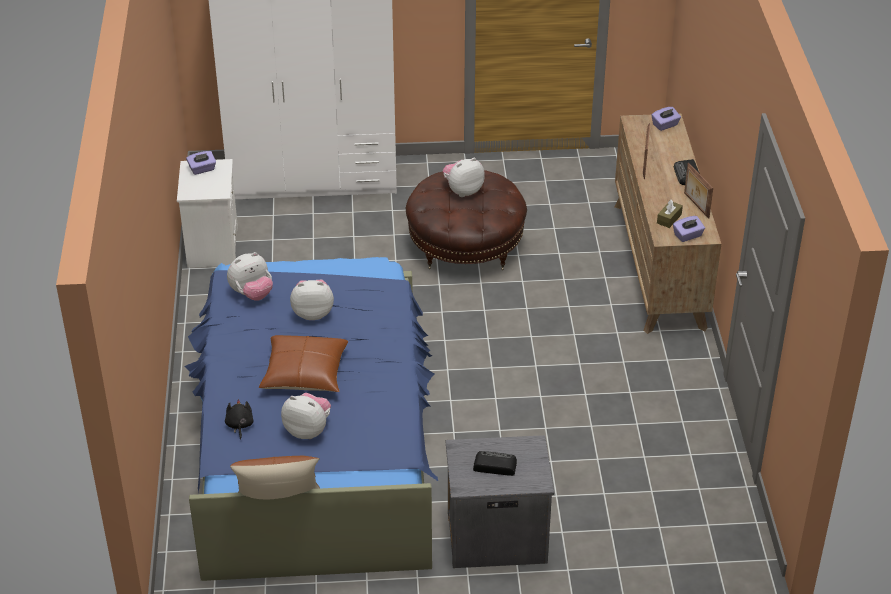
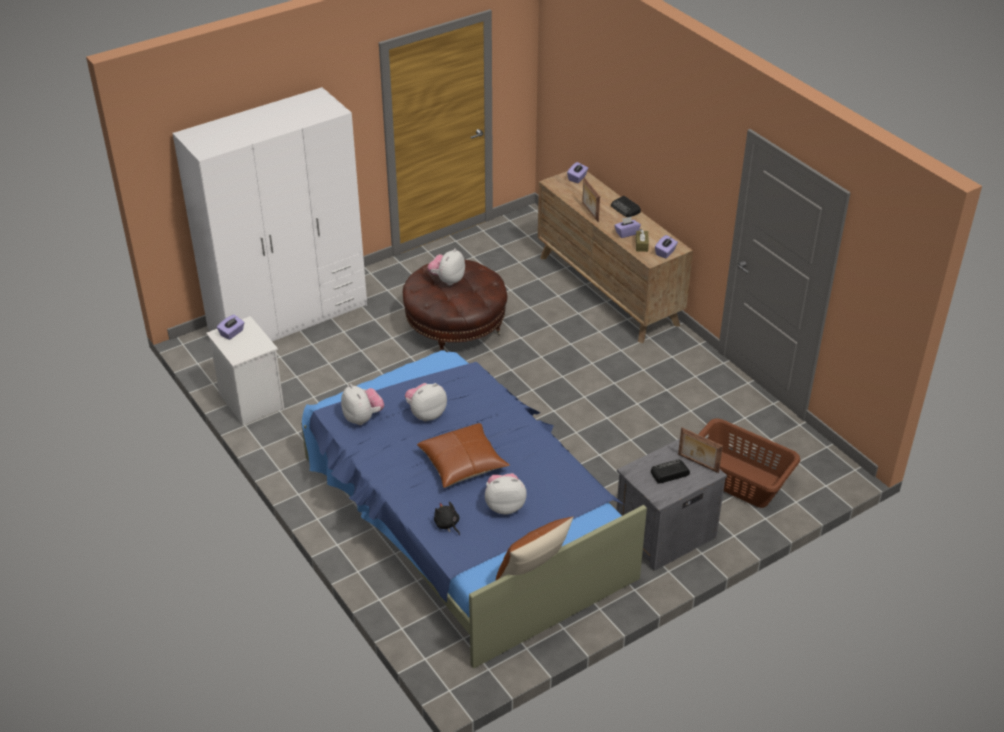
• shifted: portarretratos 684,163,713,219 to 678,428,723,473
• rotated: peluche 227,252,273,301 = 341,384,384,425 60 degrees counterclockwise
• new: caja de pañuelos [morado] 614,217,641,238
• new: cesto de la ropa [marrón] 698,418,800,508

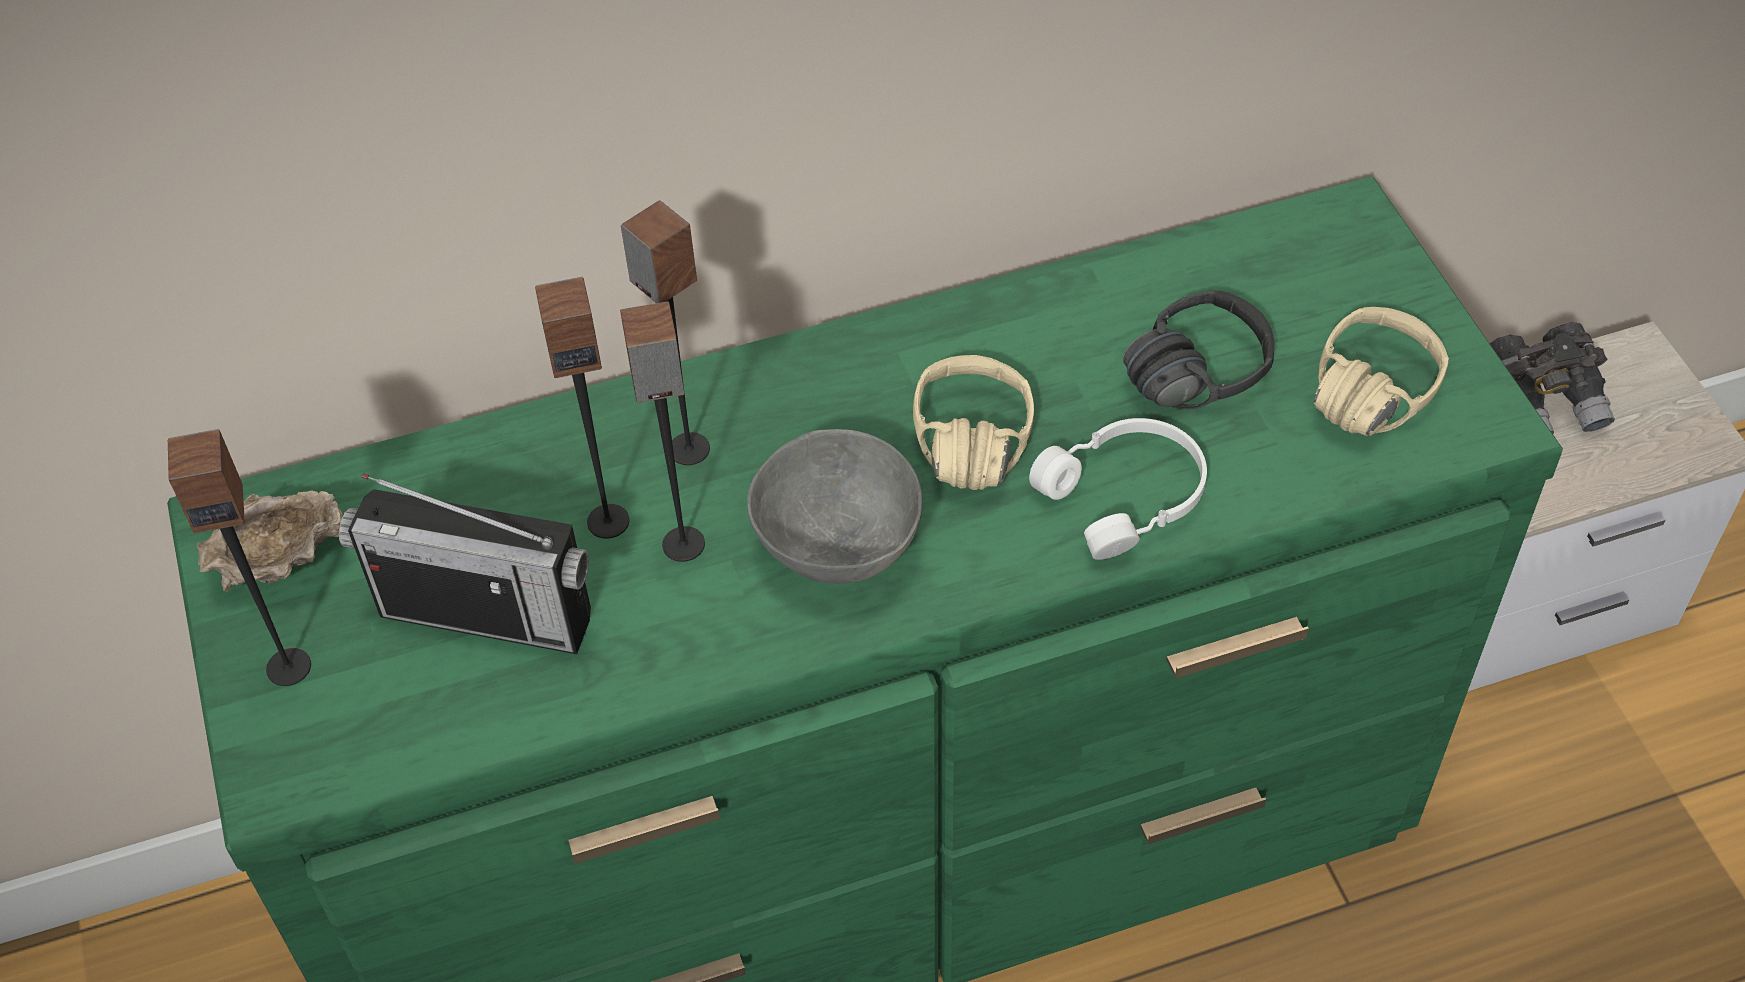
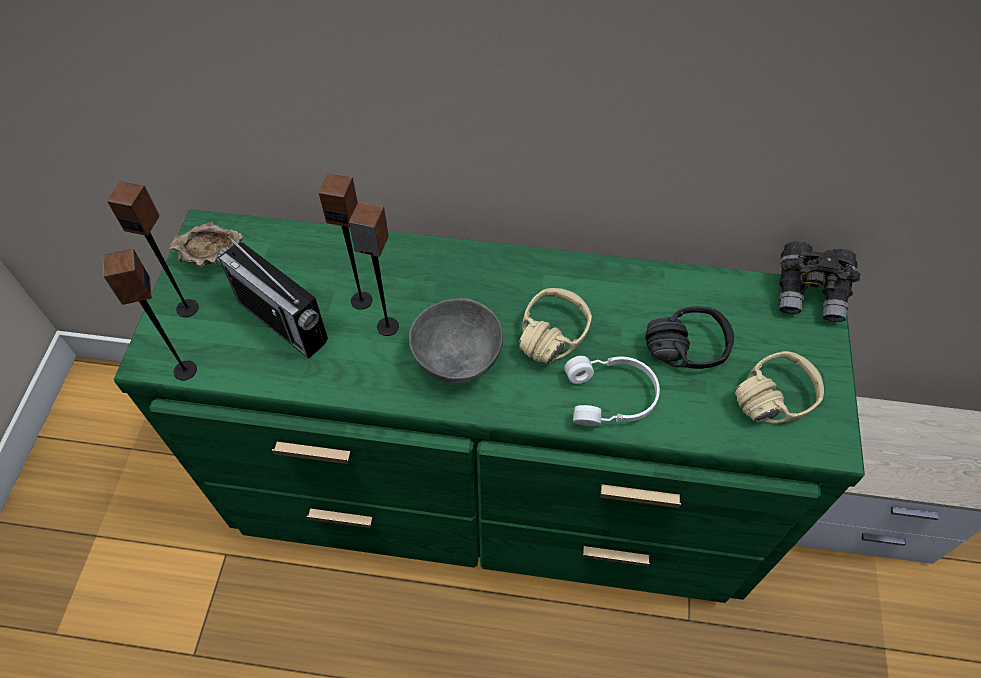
• shifted: altavoz 621,200,710,465 to 103,249,197,381
• shifted: prismáticos [gris] 1490,322,1615,434 to 779,241,860,322

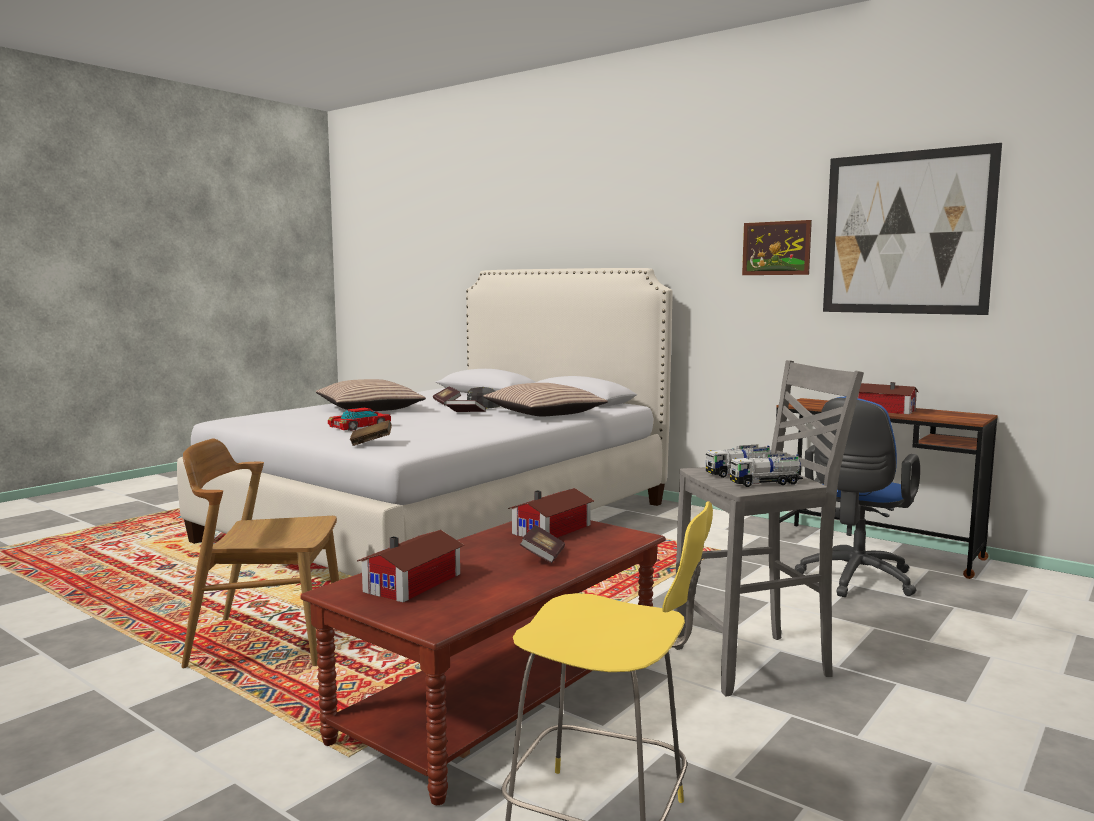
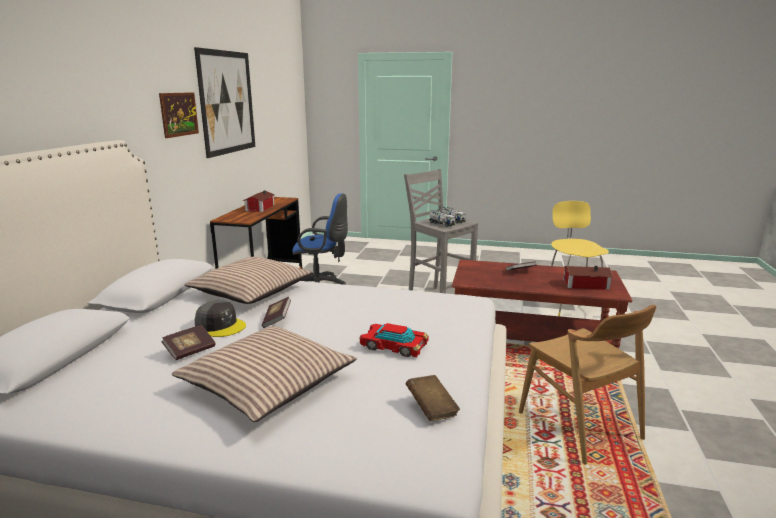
• shifted: libro [marrón] 350,420,392,446 to 406,375,460,421
• gone: casita 508,488,594,538

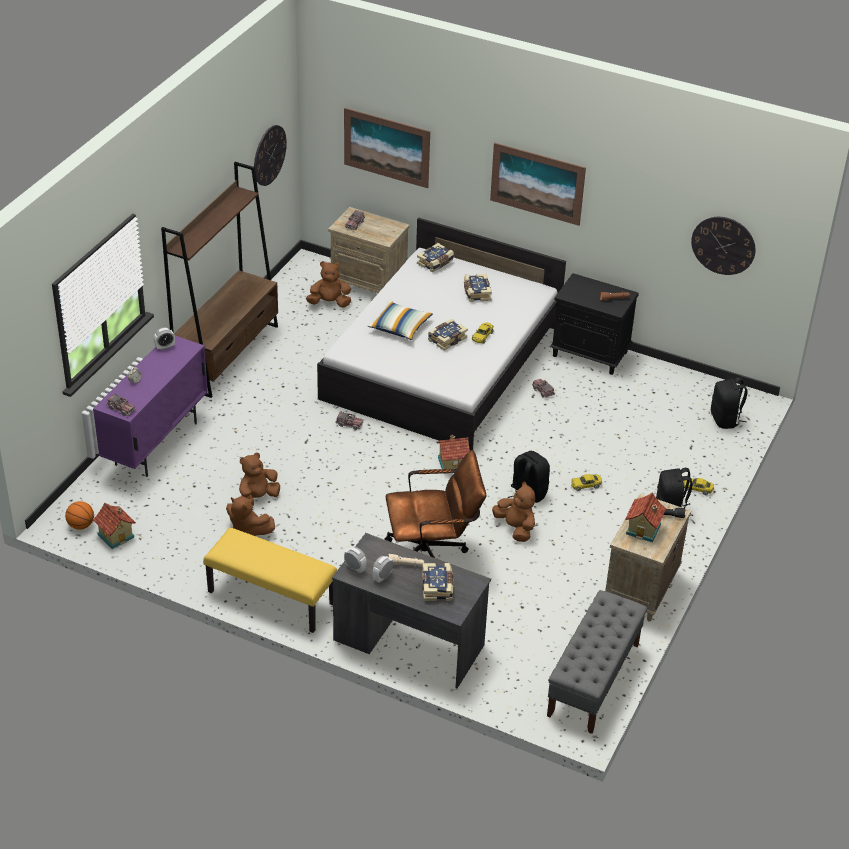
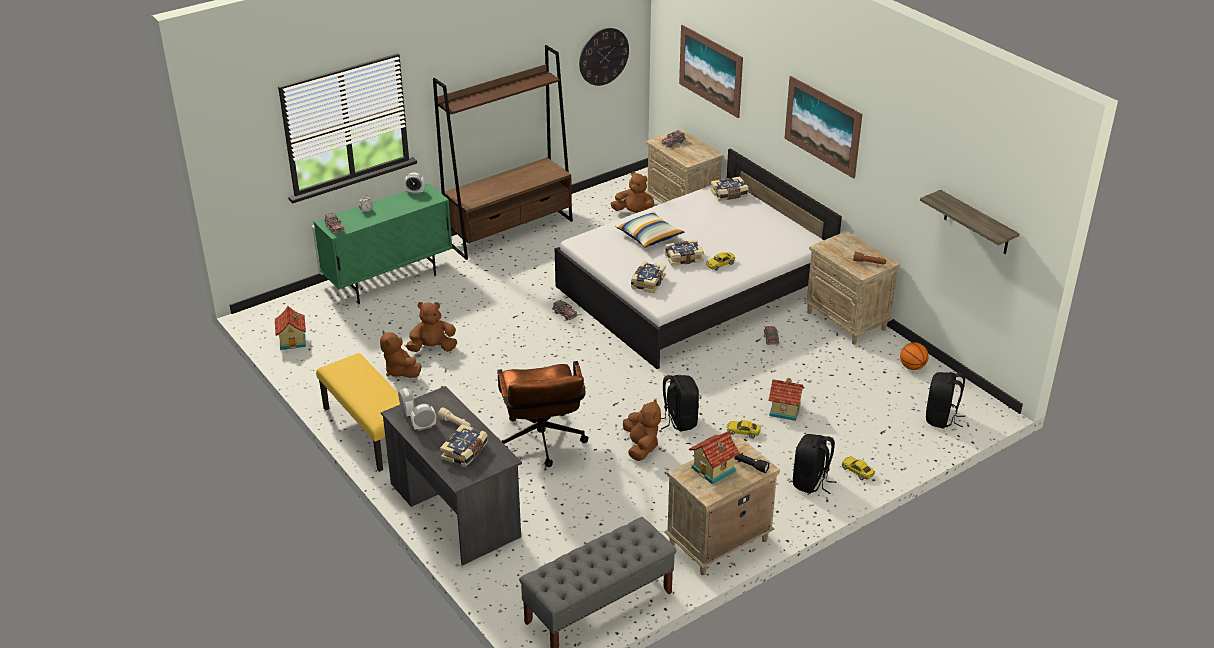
• swapped: reloj de pared 691,217,756,275 to estante 920,190,1020,254
• repainted: mesita de noche [negro] 550,273,639,375 to mesita de noche [beis] 804,231,900,345
• shifted: libro 464,274,492,302 to 631,261,666,293
• repainted: armario [morado] 93,336,208,477 to armario [verde] 313,183,452,304
• shifted: casita 436,435,470,474 to 768,378,805,421
• rotated: silla de oficina [marrón] 385,450,486,558 = 497,361,588,467 60 degrees clockwise
• shifted: balón de baloncesto 65,501,94,530 to 900,342,929,370

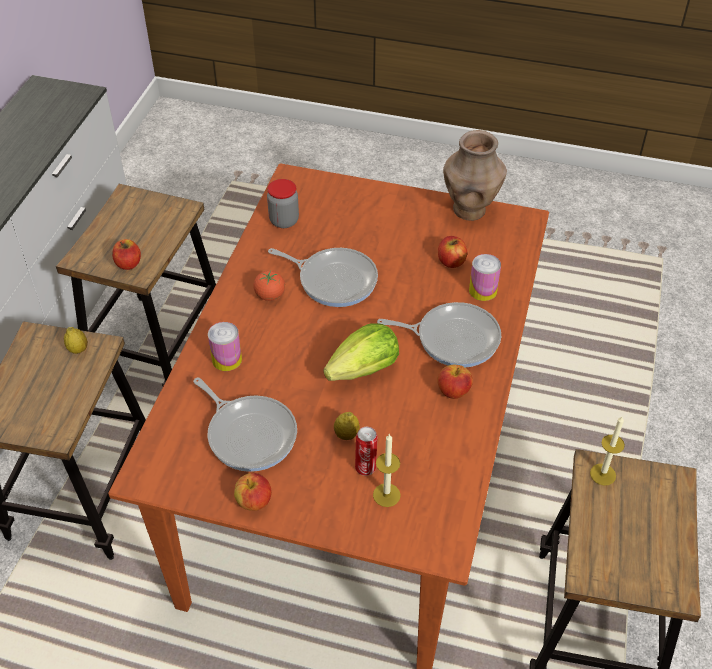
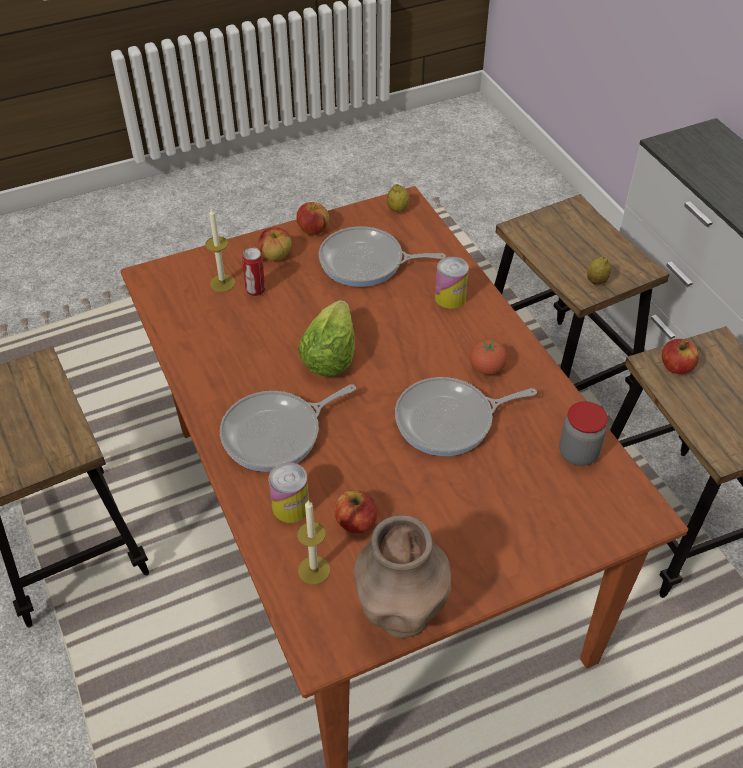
• shifted: manzana 437,365,473,399 to 258,227,292,261
• shifted: limón 334,412,360,440 to 387,184,409,212
• shifted: vela 590,417,625,486 to 297,499,330,585

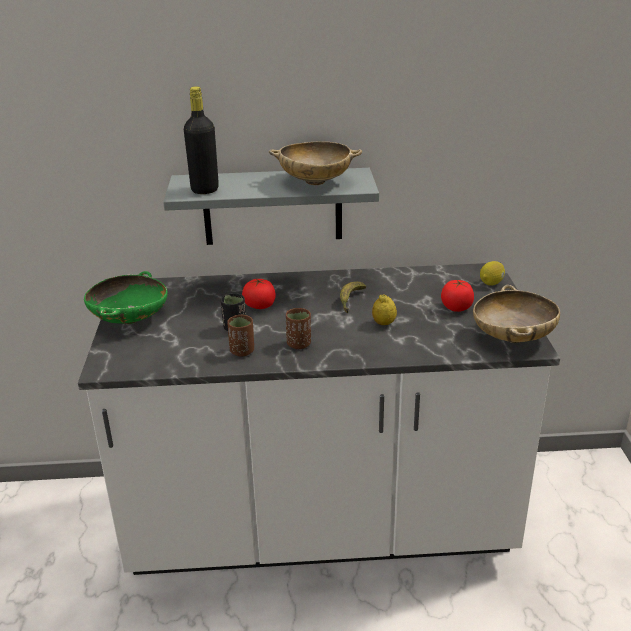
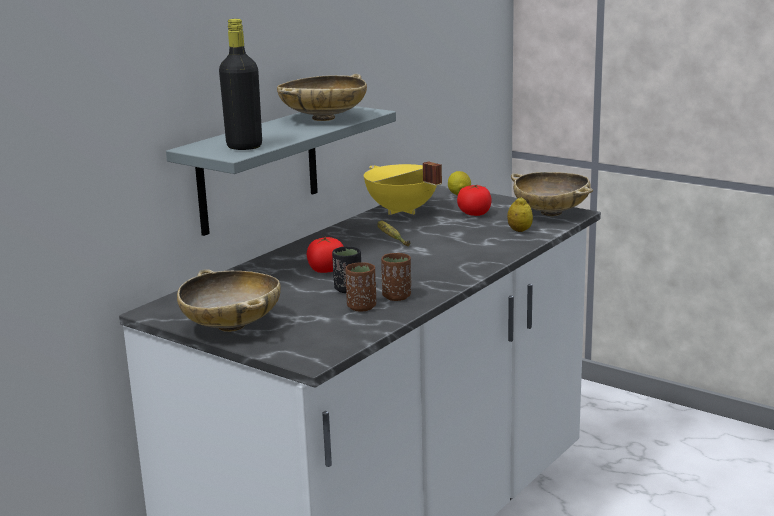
• repainted: cuenco [verde] 84,271,168,324 to cuenco [beis] 177,269,281,332
• shifted: limón 372,294,397,325 to 507,197,533,232
• shifted: taza [marrón] 286,308,311,349 to 345,262,376,311
• new: olla [amarillo] 364,161,442,215

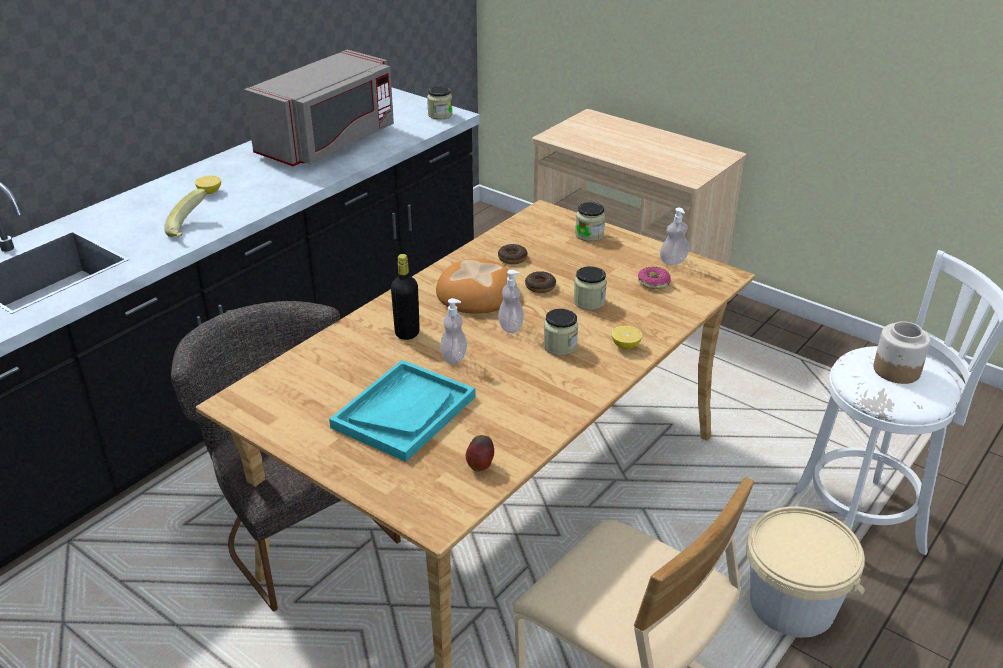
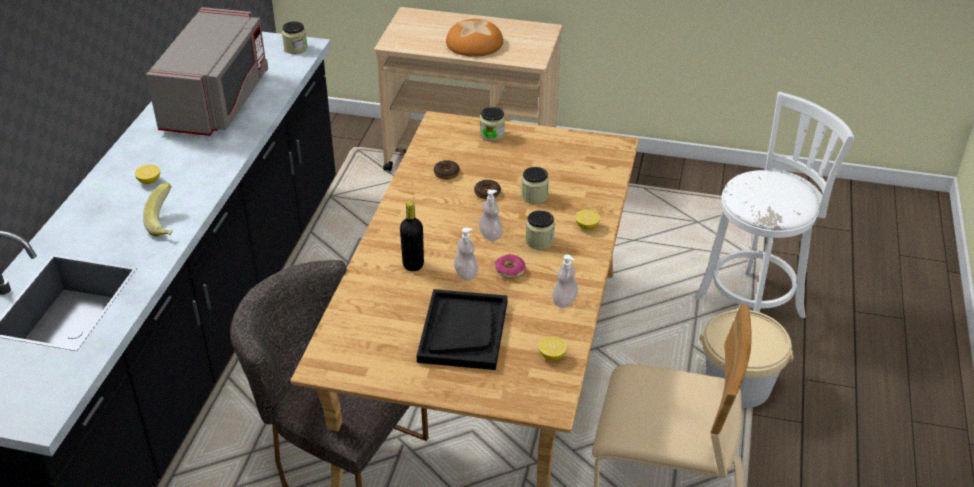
• shifted: dispensador de jabón 660,208,689,265 to 552,254,578,308
• shifted: pan 436,258,517,314 to 446,19,503,57
• shifted: rosquilla 638,267,671,289 to 495,255,526,278
• gone: tarro 873,321,930,384
• repainted: bandeja [turquesa] 329,360,475,462 to bandeja [negro] 417,289,508,370
• swapped: manzana 466,435,494,472 to limón 538,336,567,360

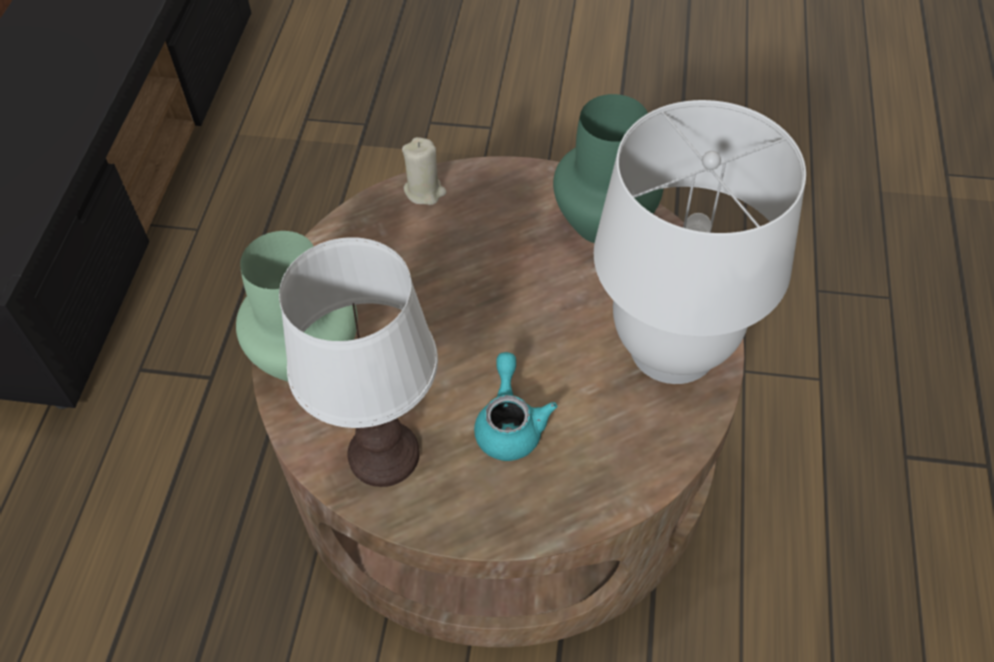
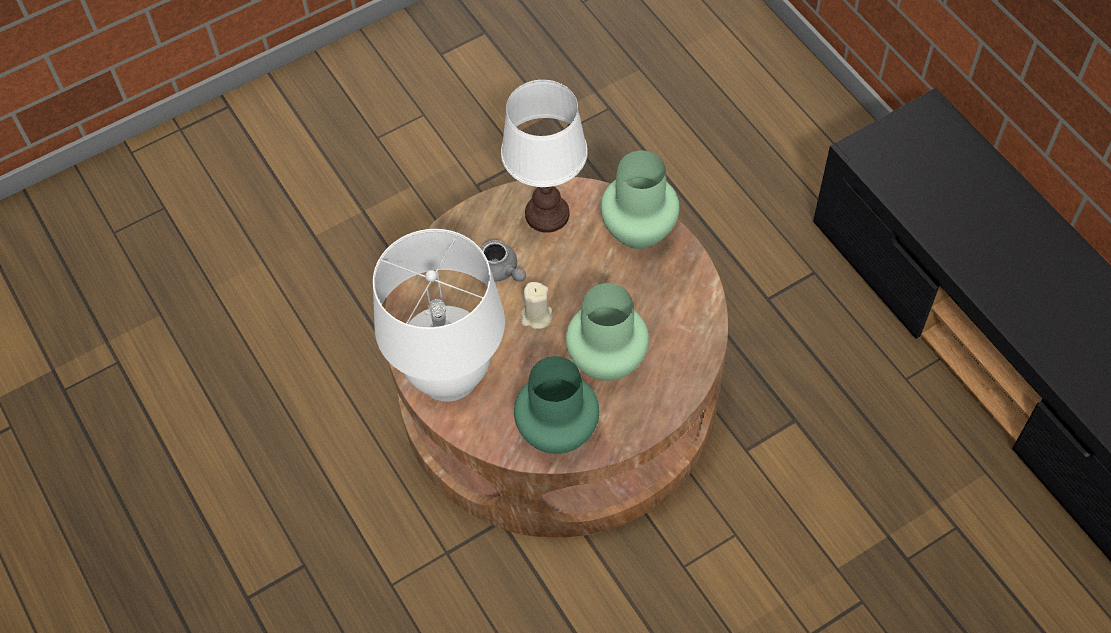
• shifted: vela [beis] 402,137,447,205 to 521,282,552,329
• repainted: tetera [turquesa] 474,352,557,461 to tetera [gris] 480,240,526,282
• new: florero [verde] 566,283,649,381

